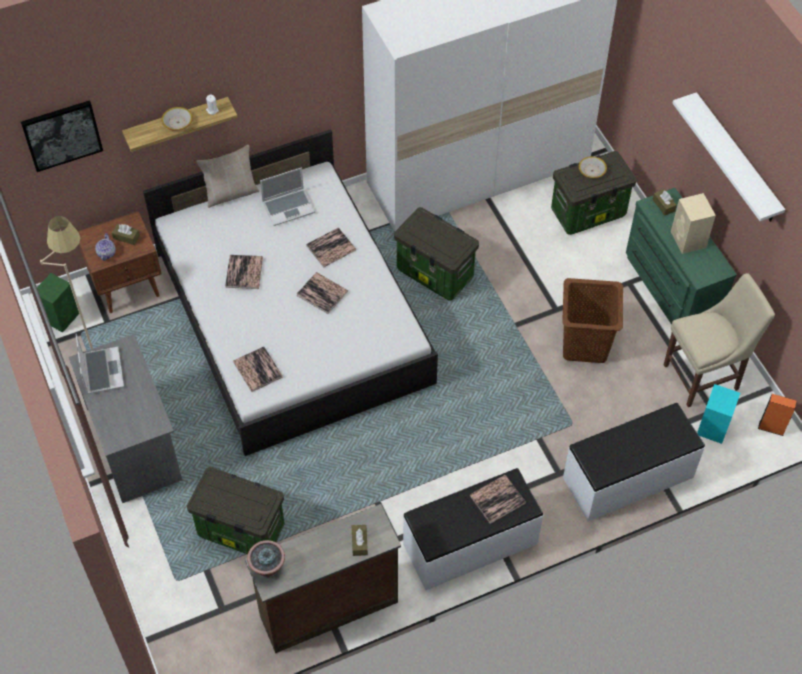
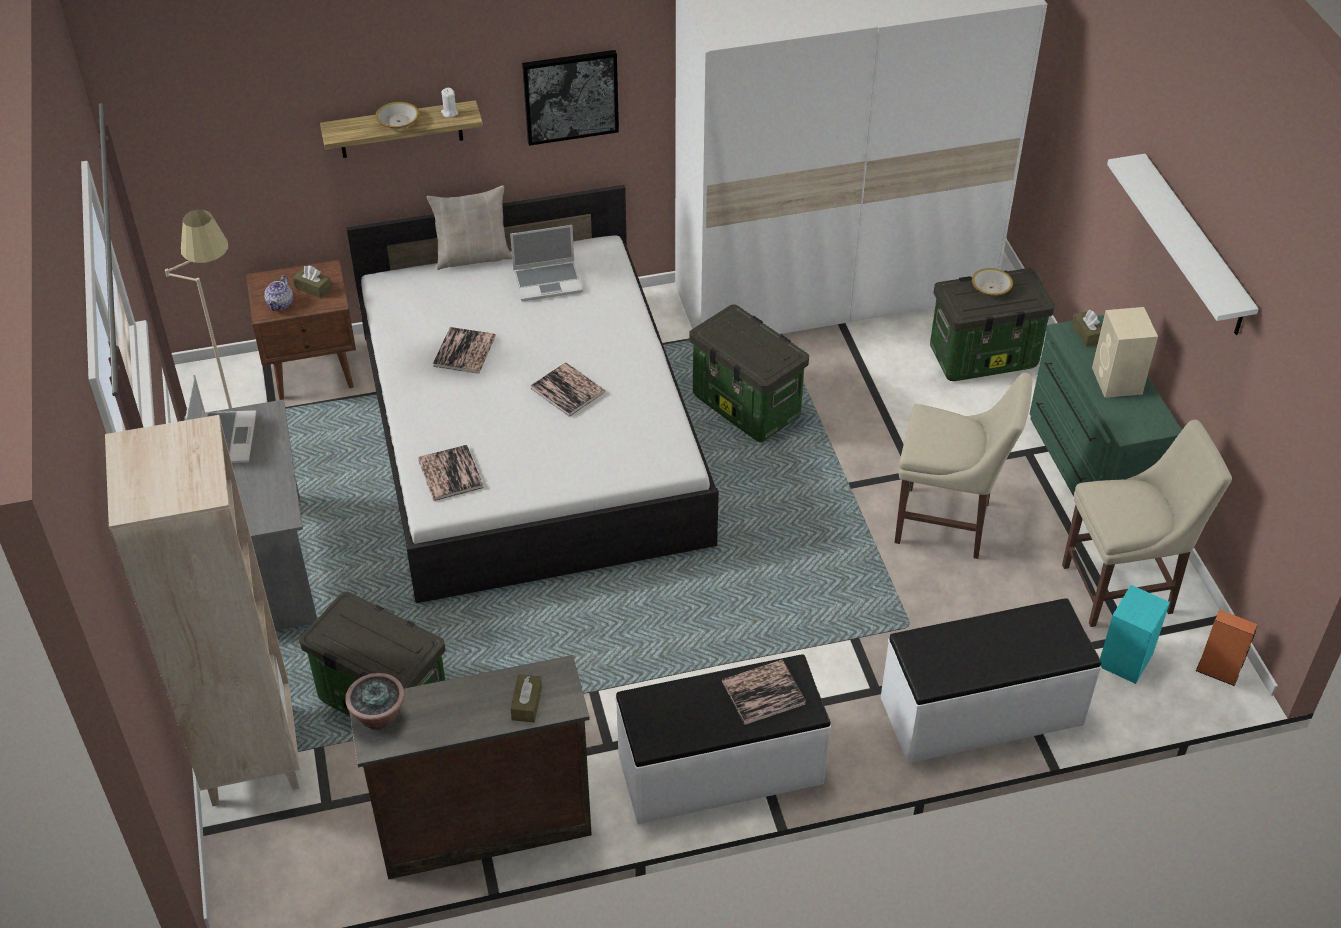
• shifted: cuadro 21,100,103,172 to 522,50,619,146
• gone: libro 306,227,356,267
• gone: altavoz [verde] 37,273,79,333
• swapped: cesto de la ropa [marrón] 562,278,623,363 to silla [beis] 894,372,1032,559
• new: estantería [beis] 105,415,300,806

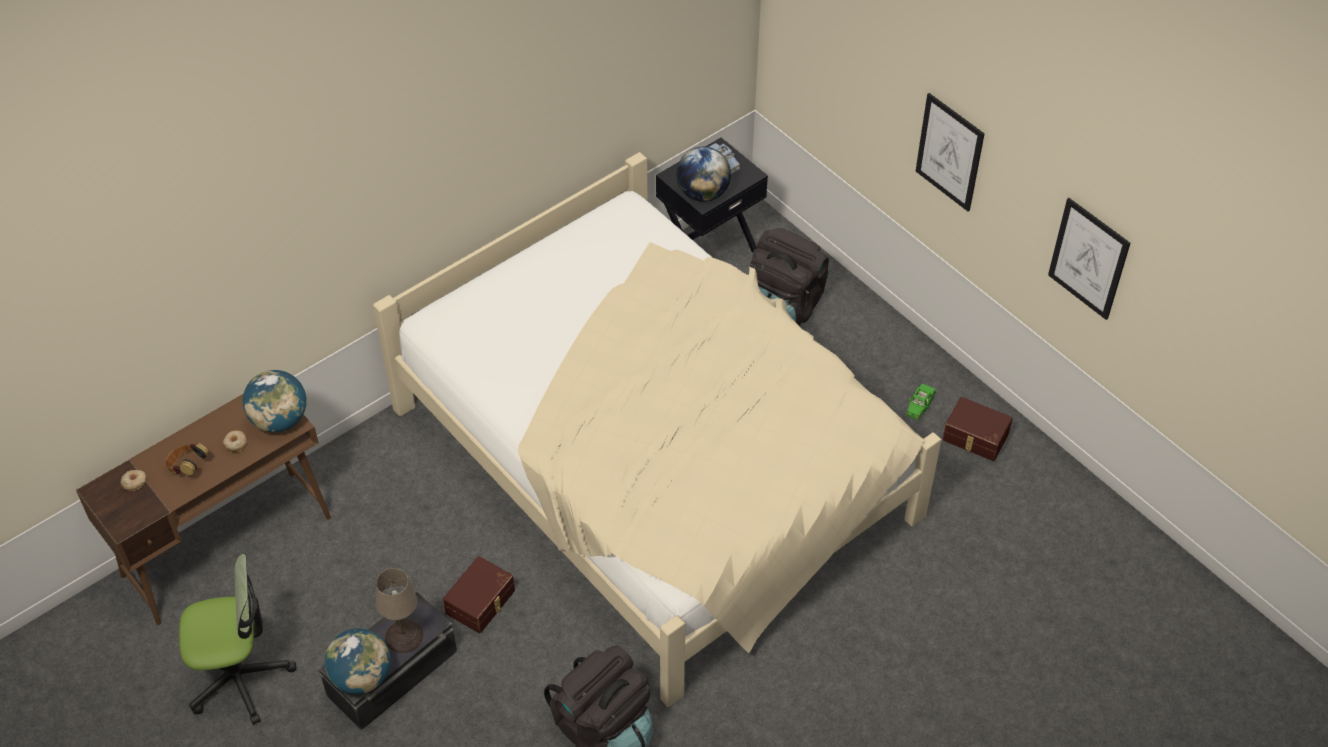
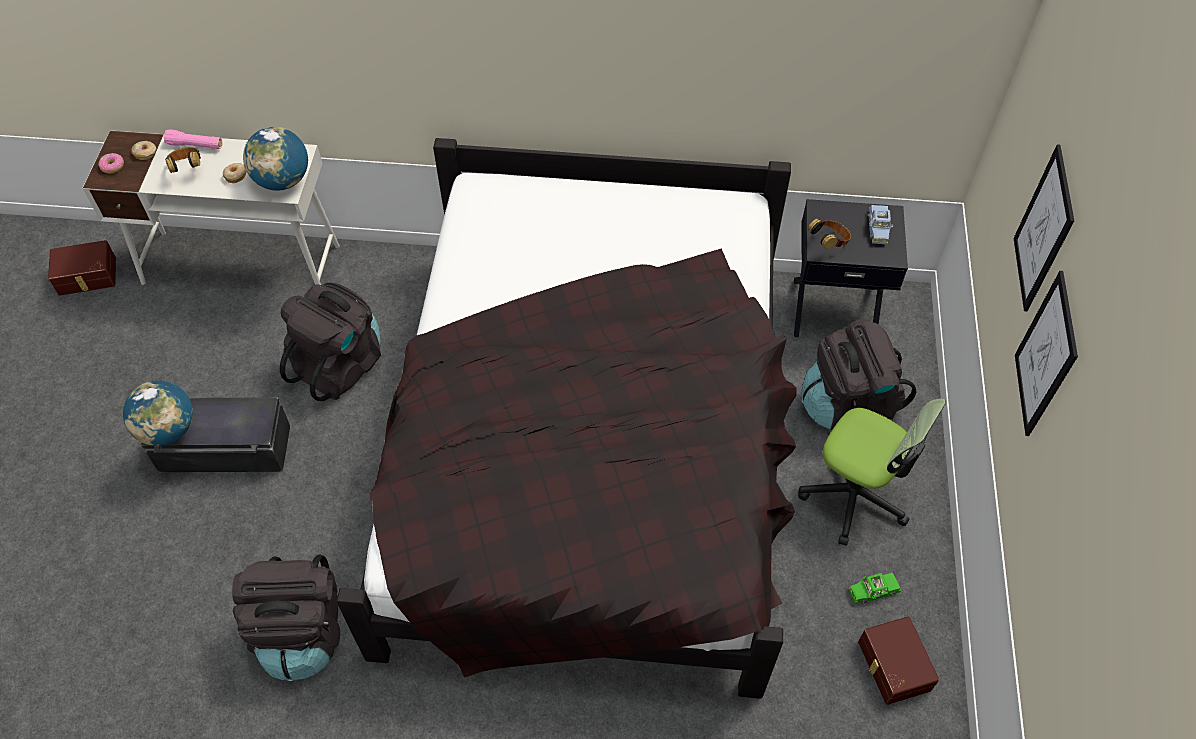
• swapped: globo terráqueo 676,147,731,202 to auriculares 808,219,851,249
• repainted: cama [beis] 373,152,942,707 to cama [negro] 336,138,797,699
• shifted: cuadro 1048,198,1130,320 to 1014,145,1074,311
• repainted: escritorio [marrón] 76,394,331,625 to escritorio [blanco] 82,130,340,285
• shifted: silla de oficina 179,554,296,725 to 798,398,946,546
• shifted: caja de almacenaje [marrón] 443,556,515,633 to 48,240,116,296
• gone: lámpara de mesa [beis] 376,568,423,653
• new: linterna [rosa] 163,129,222,149
• new: rosquilla 99,153,124,173
• new: mochila [negro] 280,282,381,401

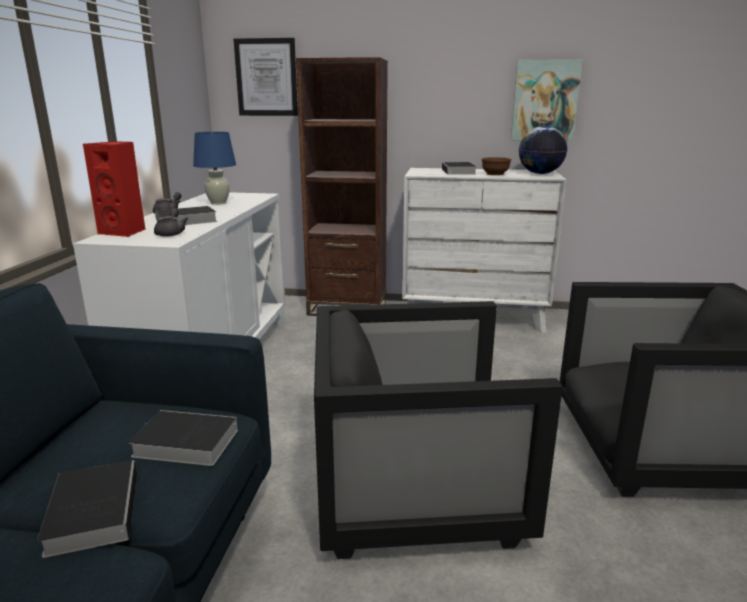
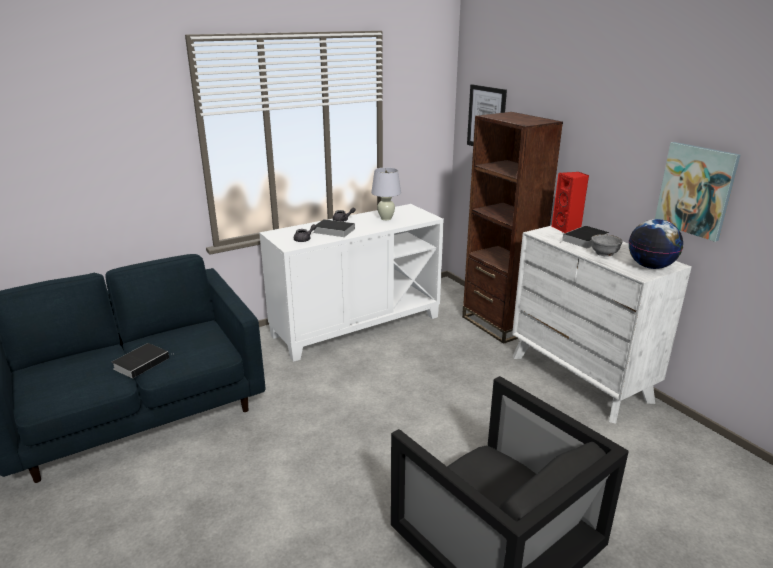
• repainted: lámpara de mesa [azul] 193,132,236,205 to lámpara de mesa [blanco] 371,168,401,220
• shifted: altavoz [rojo] 83,141,146,237 to 551,172,589,233
• repainted: cuenco [marrón] 482,157,511,175 to cuenco [gris] 591,234,623,257
• gone: sillón [negro] 314,301,563,559
• gone: libro 128,410,238,466

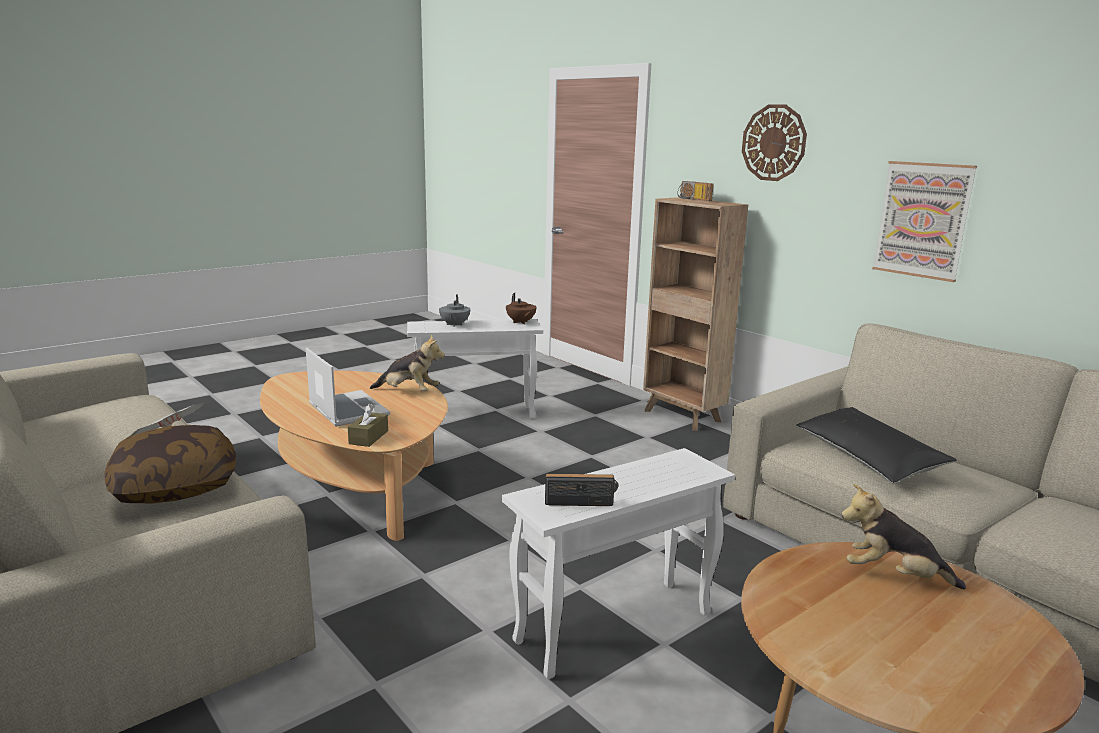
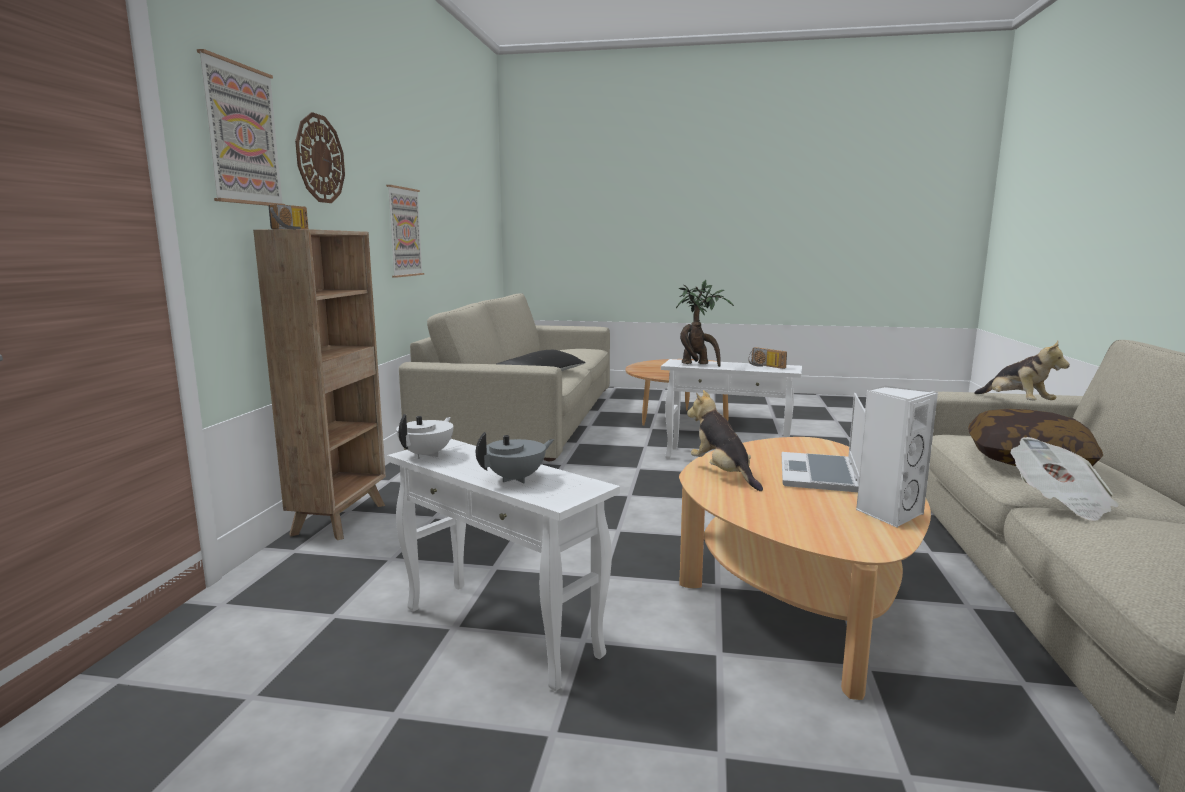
• repainted: tetera [marrón] 506,293,536,324 to tetera [blanco] 396,414,453,459
• gone: caja de pañuelos [marrón] 348,403,388,447
• shifted: peluche 841,483,966,589 to 974,340,1070,400
• new: cuadro 197,49,285,206
• new: planta en maceta 676,280,734,367
• new: altavoz [blanco] 856,385,938,528

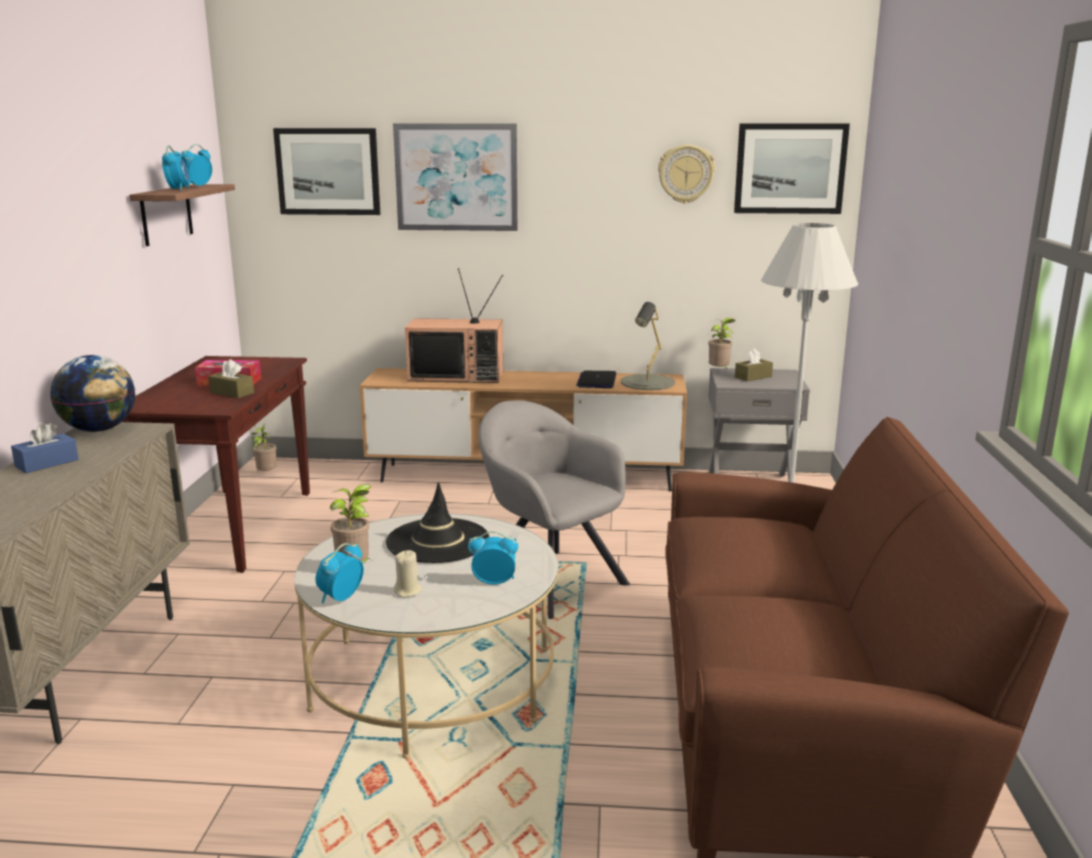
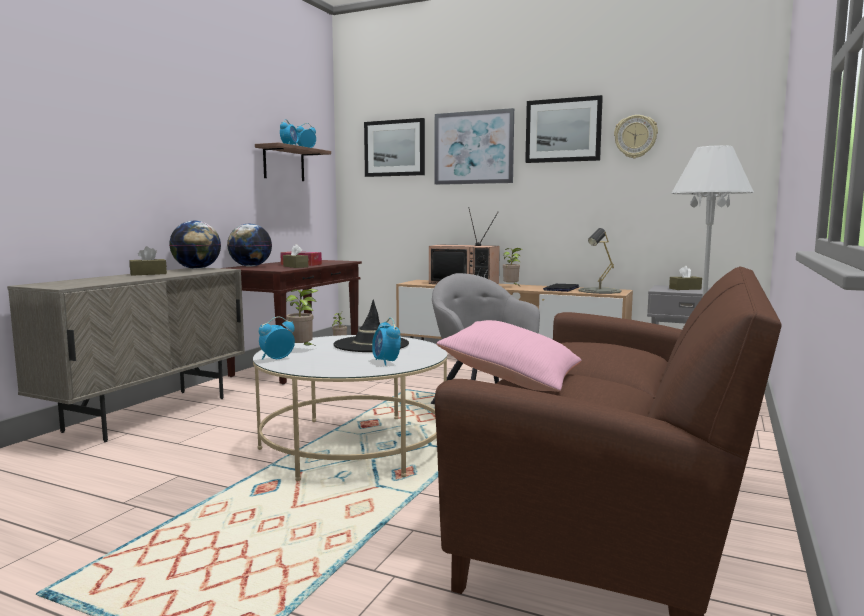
• shifted: cuadro 734,123,850,214 to 525,95,603,163
• shifted: planta en maceta 708,317,736,368 to 503,248,522,285
• repainted: caja de pañuelos [azul] 11,422,79,473 to caja de pañuelos [marrón] 129,246,167,276
• rotated: despertador 468,531,518,584 = 372,318,401,366 135 degrees counterclockwise
• gone: vela [beis] 394,550,422,597
• new: globo terráqueo 227,224,272,267
• new: cojín [rosa] 437,320,581,392

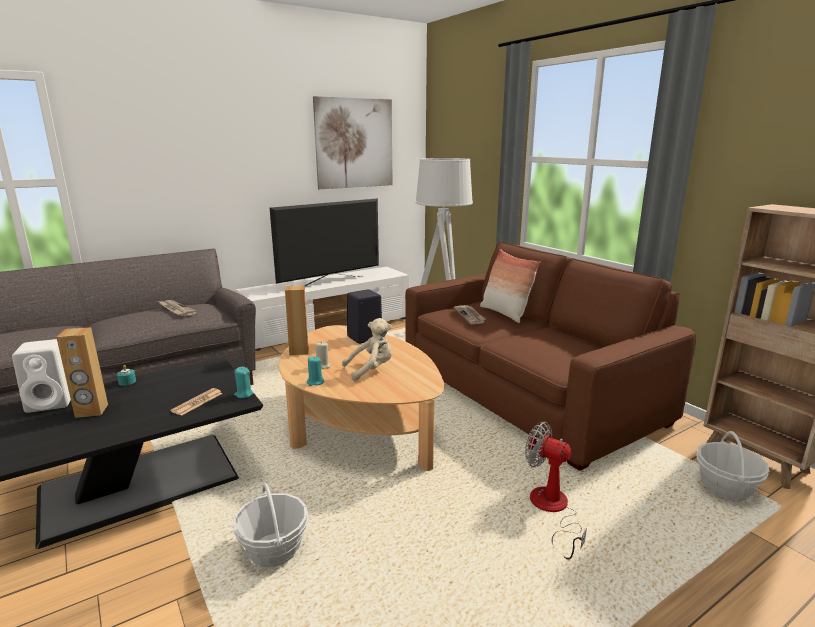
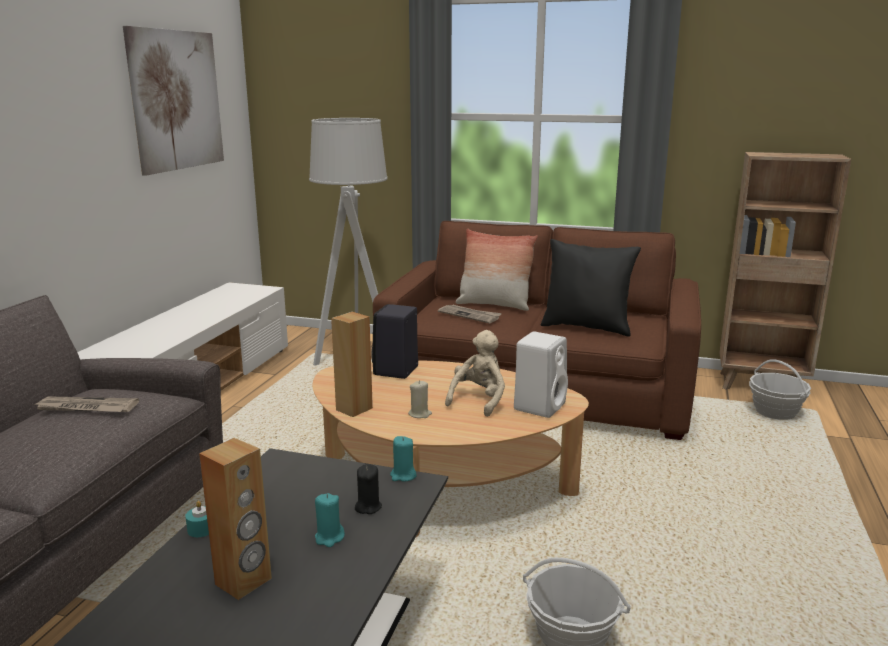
• gone: televisor 270,198,379,286
• shifted: altavoz [blanco] 12,339,71,413 to 514,332,568,418
• shifted: vela [turquesa] 307,356,324,386 to 315,493,345,547
• swapped: periódico 171,388,223,415 to vela [negro] 355,464,382,514
• gone: ventilador 525,422,587,560
• new: cojín [negro] 541,239,641,336

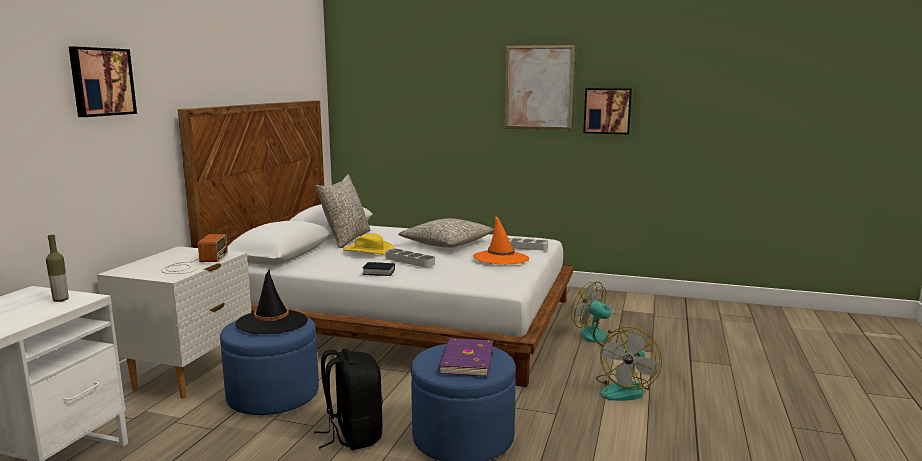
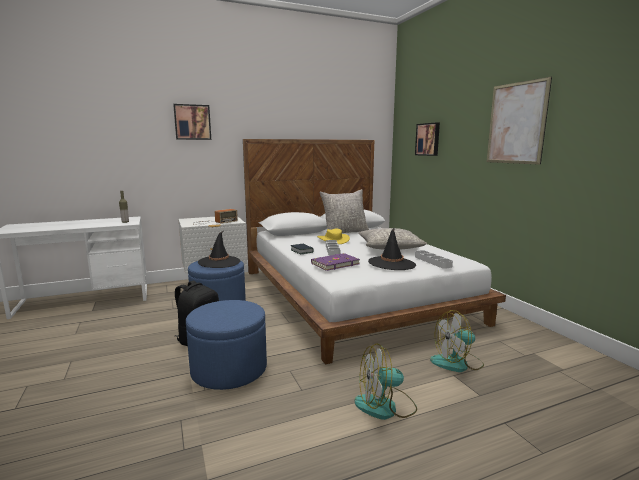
• shifted: cuadro 583,88,632,134 to 415,122,440,156
• repainted: sombrero [naranja] 473,215,529,264 to sombrero [negro] 368,228,416,270
• rotated: ventilador 571,281,627,347 = 430,310,484,372 105 degrees counterclockwise
• shifted: libro [morado] 438,338,493,377 to 311,253,360,271

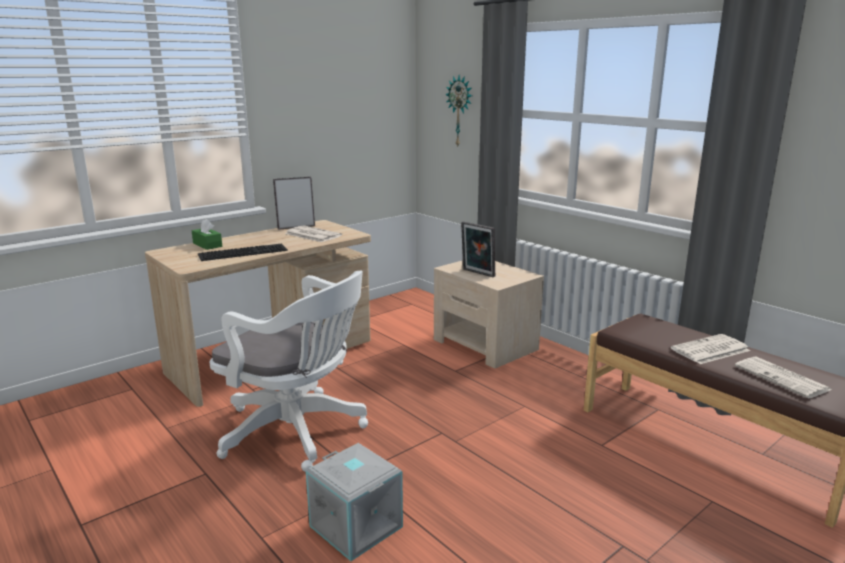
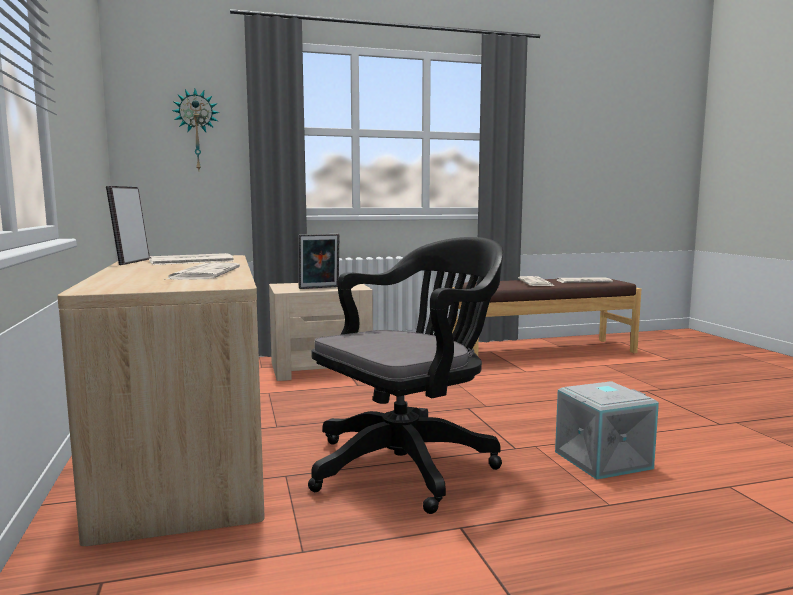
• gone: caja de pañuelos [verde] 192,219,222,250
• swapped: teclado 198,244,288,261 to periódico 164,262,240,280
• repainted: silla de oficina [blanco] 210,271,368,472 to silla de oficina [negro] 308,237,503,514

